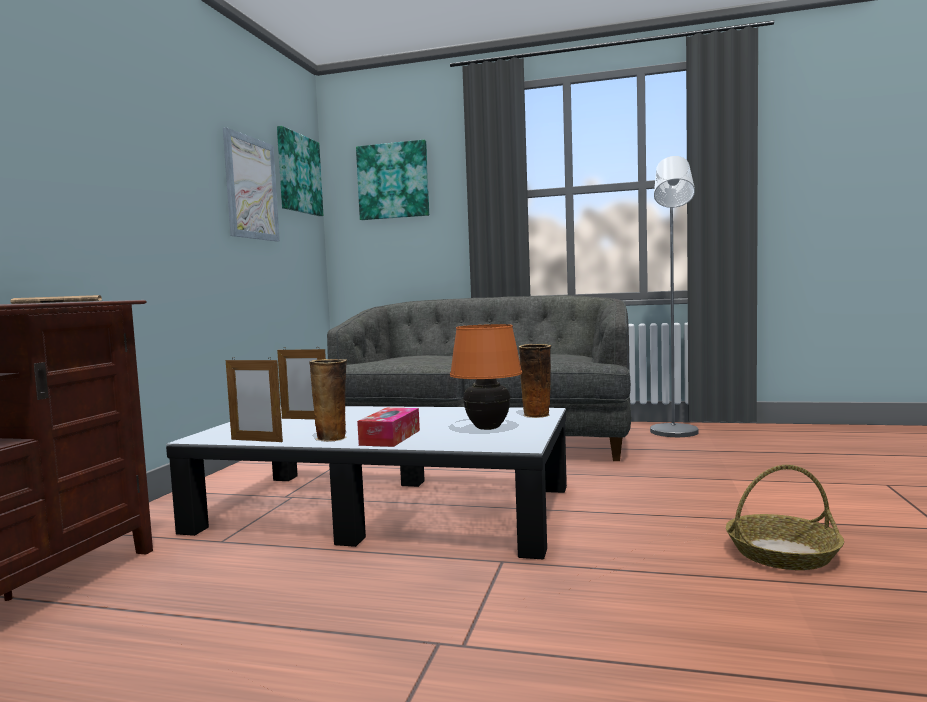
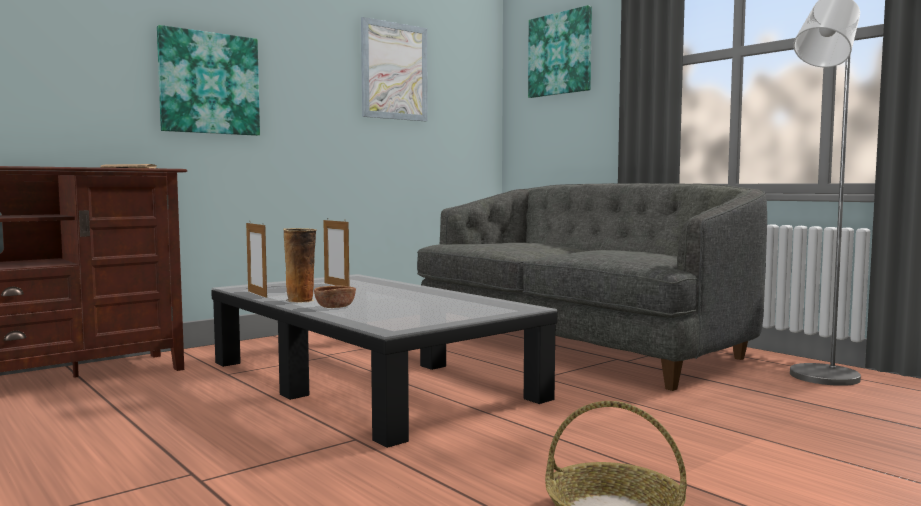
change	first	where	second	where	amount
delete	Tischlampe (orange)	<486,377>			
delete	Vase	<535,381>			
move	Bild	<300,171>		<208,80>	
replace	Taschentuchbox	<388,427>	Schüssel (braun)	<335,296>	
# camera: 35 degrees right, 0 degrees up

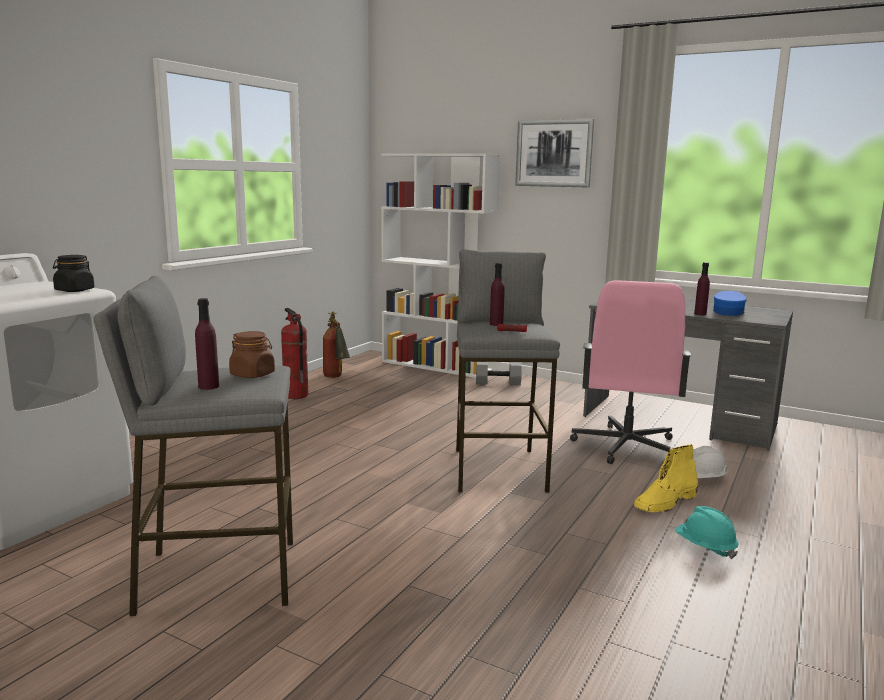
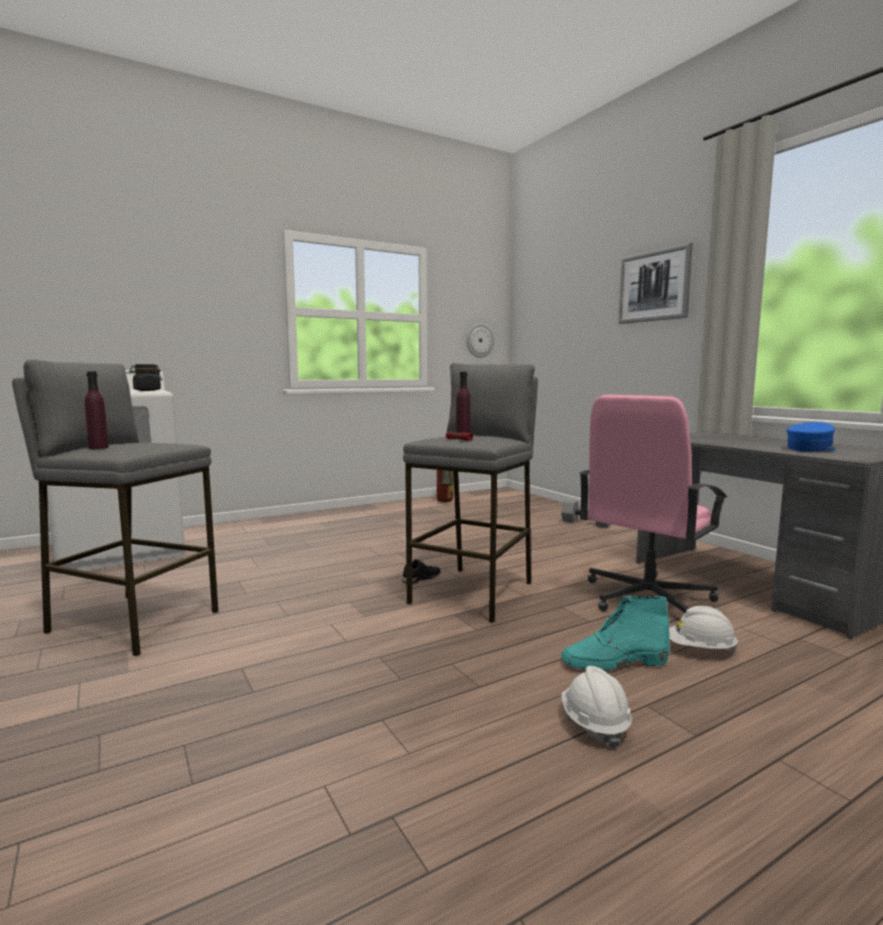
change	first	where	second	where	amount
delete	Vorratsglas (braun)	<252,354>			
delete	Feuerlöscher	<294,353>			
delete	Bücherregal (weiß)	<441,265>			
delete	Flasche (lila)	<702,288>			
insert			Schuh (schwarz)	<421,571>	
insert			Wanduhr	<480,340>	
recolor	Stiefel (gelb)	<666,479>	Stiefel (türkis)	<615,634>	
recolor	Schutzhelm (türkis)	<707,532>	Schutzhelm (weiß)	<597,707>	
# camera: 30 degrees right, 5 degrees down

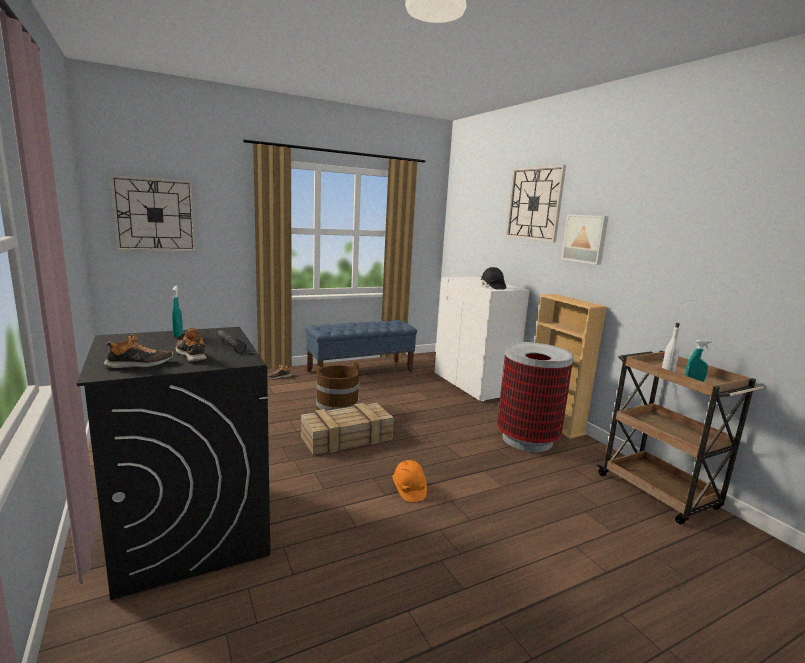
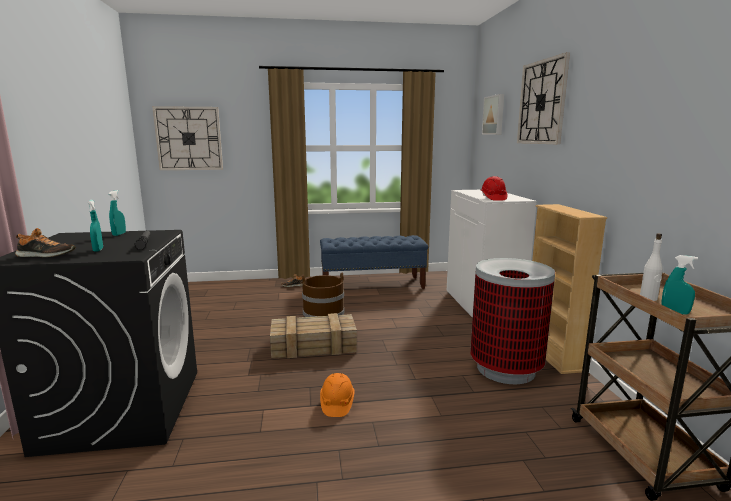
change	first	where	second	where	amount
move	Bild	<585,239>		<493,114>	
replace	Schuh	<191,344>	Sprühflasche (türkis)	<95,226>	
recolor	Schutzhelm (schwarz)	<493,278>	Schutzhelm (rot)	<494,188>	
# camera: 20 degrees right, 0 degrees up

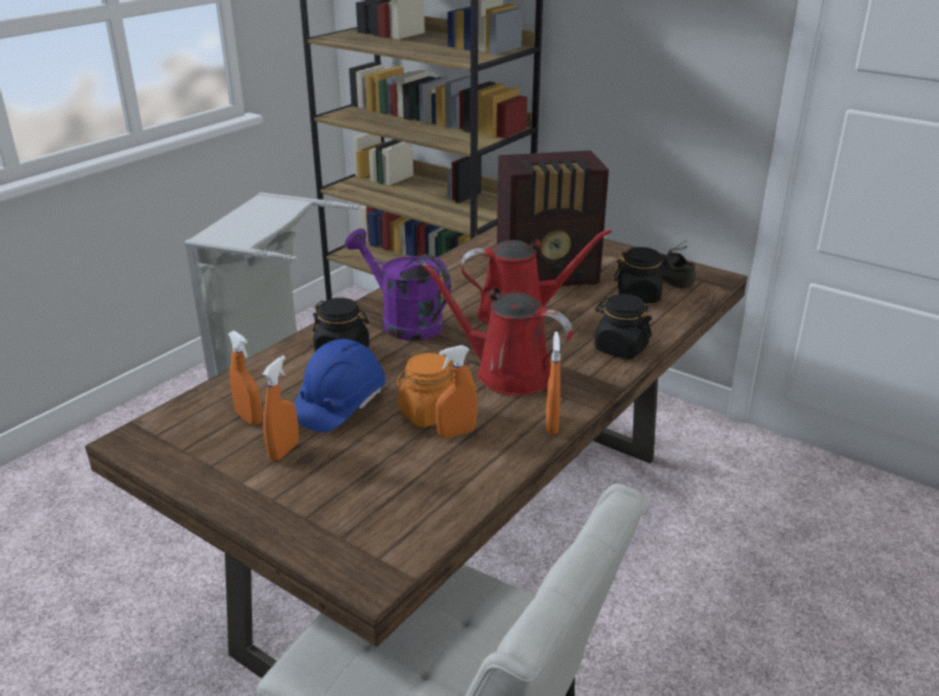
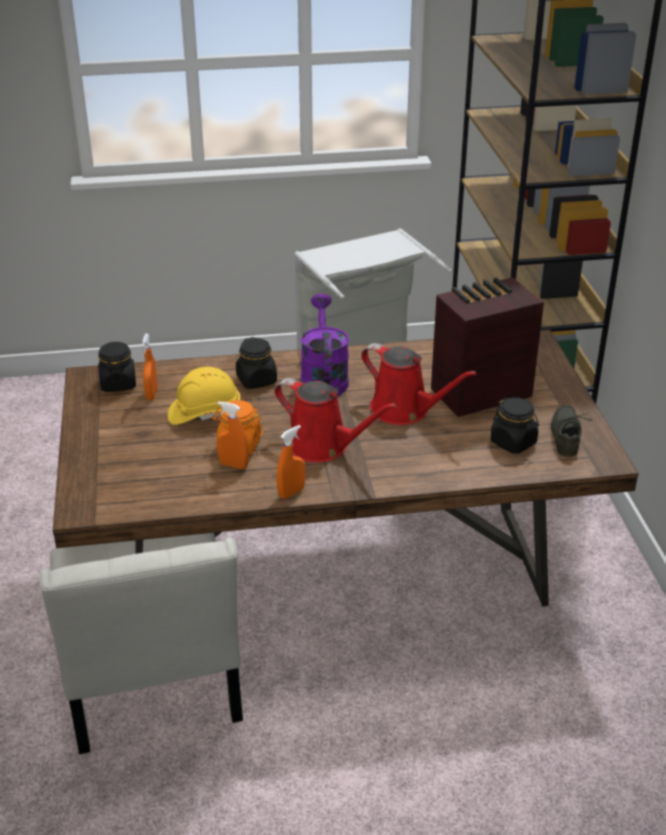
change	first	where	second	where	amount
delete	Sprühflasche (orange)	<280,408>			
move	Vorratsglas (schwarz)	<623,326>		<117,367>	
recolor	Schutzhelm (blau)	<339,385>	Schutzhelm (gelb)	<204,396>	
rotate	Gießkanne (rot)	<497,329>		<335,420>	135 degrees clockwise
rotate	Radio	<553,218>		<487,347>	120 degrees clockwise
# camera: 45 degrees right, 5 degrees up

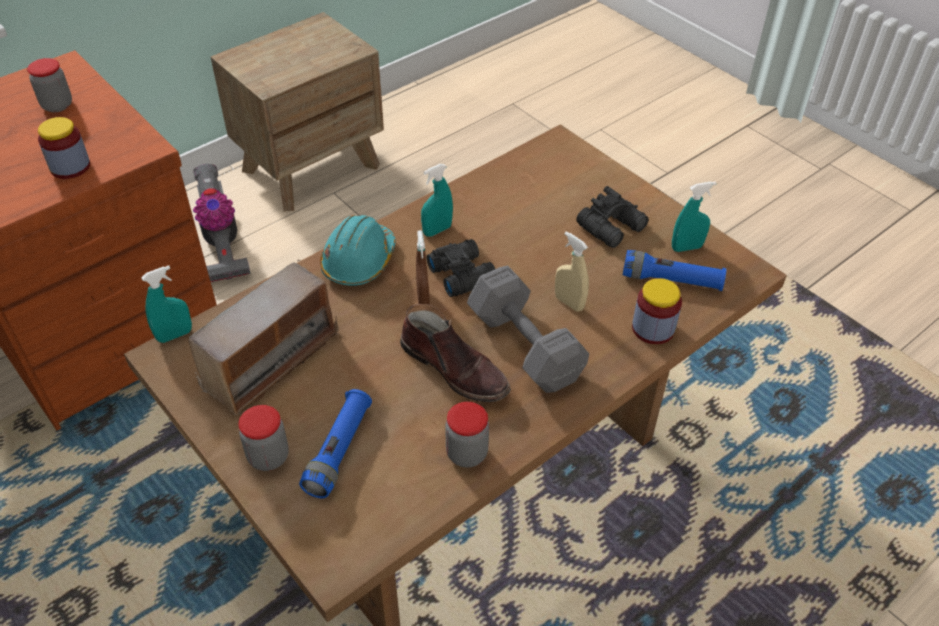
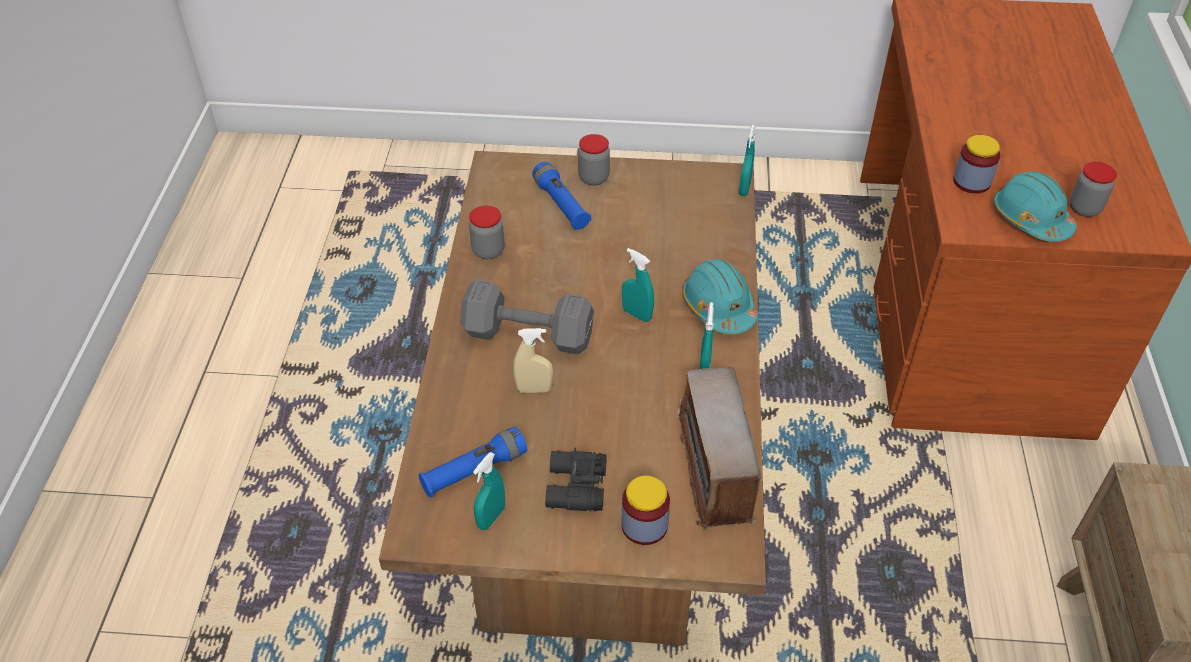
change	first	where	second	where	amount
delete	Staubsauger	<222,223>			
delete	Stiefel (braun)	<455,353>			
delete	Fernglas (schwarz)	<460,268>			
insert			Schutzhelm (türkis)	<1035,206>	
move	Radio	<264,337>		<719,449>	
move	Vorratsglas	<657,311>		<645,510>	
recolor	Sprühflasche (braun)	<423,267>	Sprühflasche (türkis)	<638,285>	
# camera: 135 degrees right, 0 degrees up

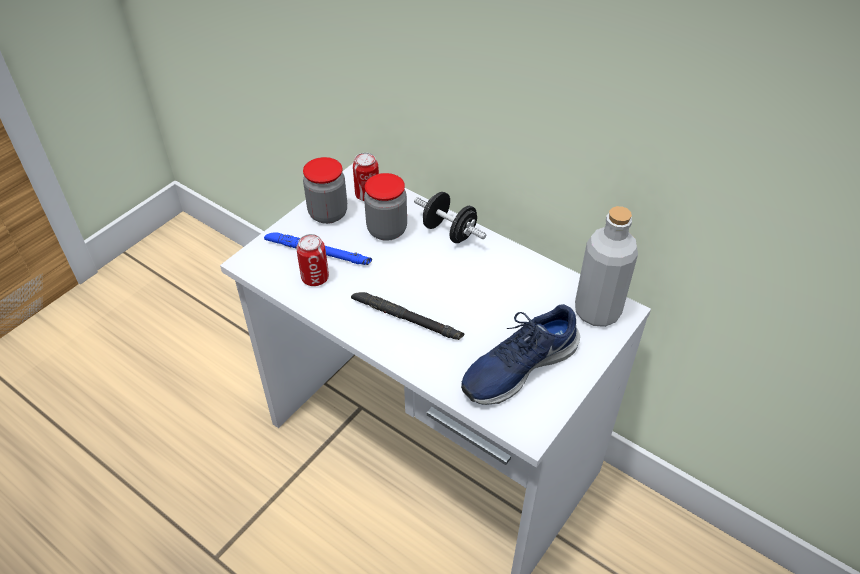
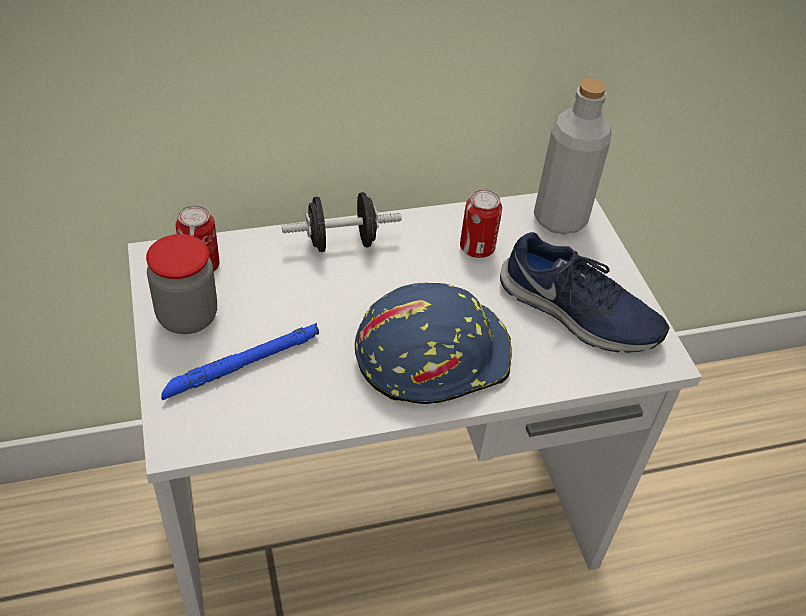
change	first	where	second	where	amount
delete	Vorratsglas	<385,207>			
move	Dose	<312,260>		<481,223>	
replace	Taschenlampe (schwarz)	<407,316>	Schutzhelm (blau)	<433,343>	
rotate	Schuh (blau)	<520,354>		<585,292>	60 degrees counterclockwise
# camera: 55 degrees left, 0 degrees up

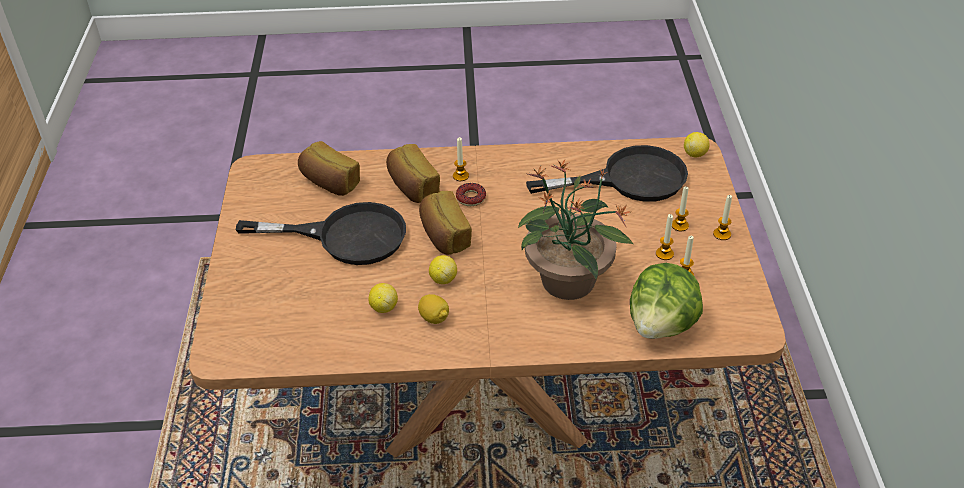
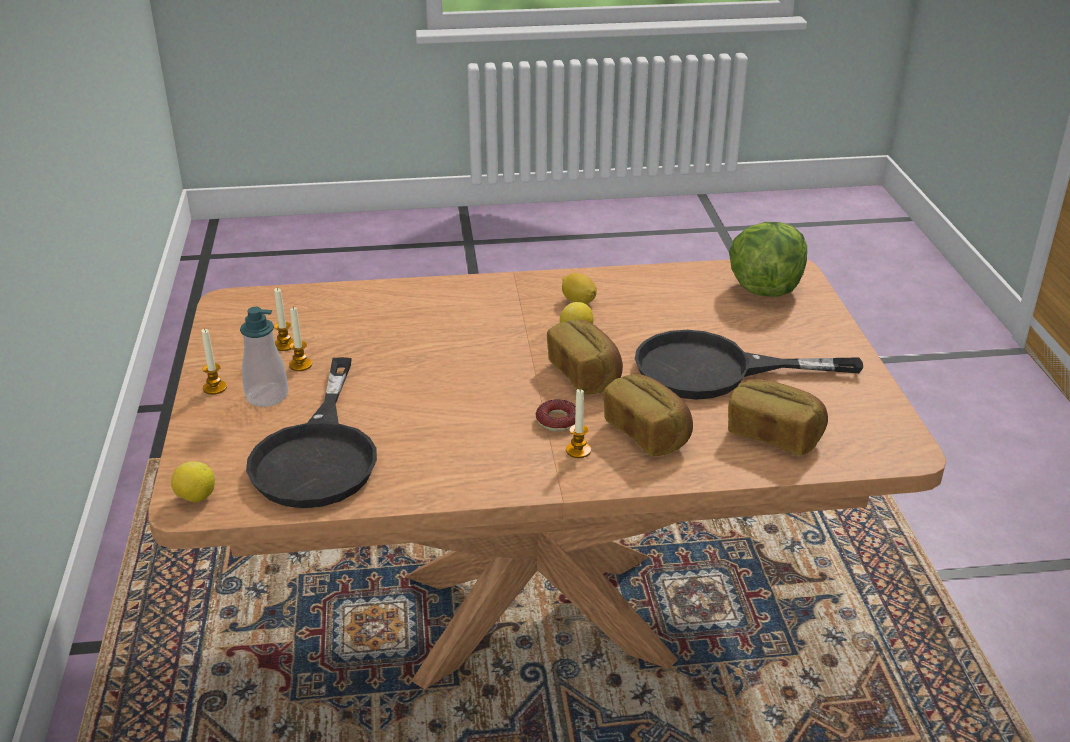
change	first	where	second	where	amount
delete	Zitrone	<383,298>			
delete	Topfpflanze	<575,230>			
move	Salatkopf	<666,301>		<768,259>	
replace	Kerze	<680,209>	Seifenspender	<264,357>	
rotate	Pfanne (schwarz)	<607,173>		<311,432>	75 degrees counterclockwise
# camera: 175 degrees right, 10 degrees down

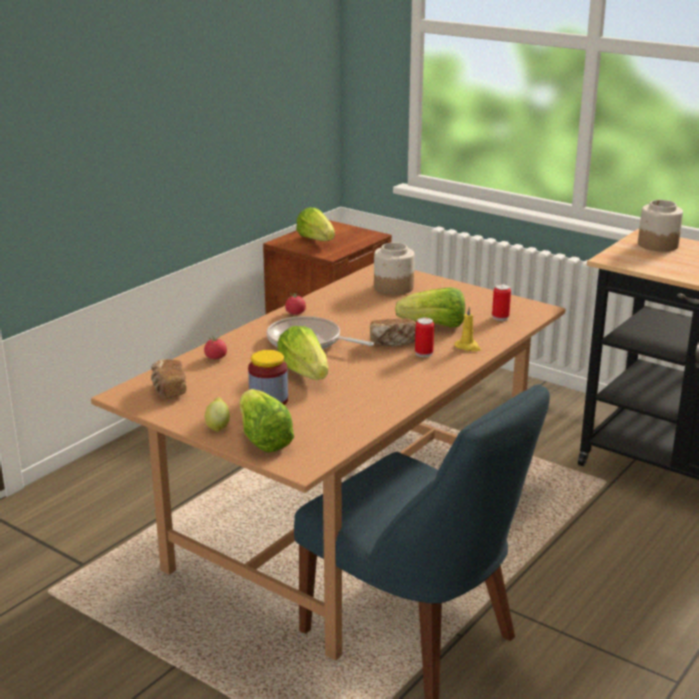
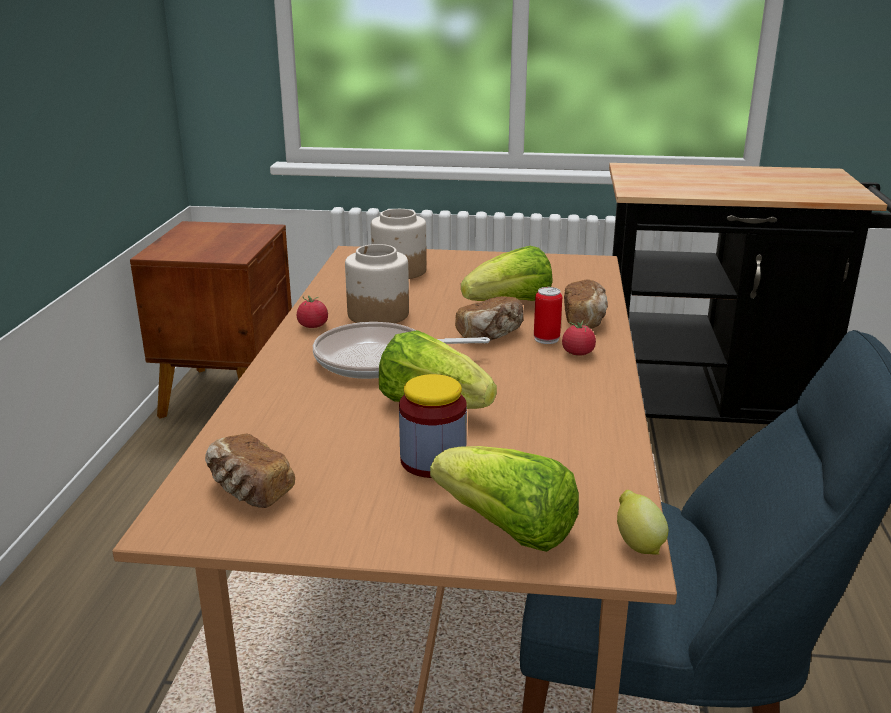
change	first	where	second	where	amount
delete	Salatkopf	<315,224>			
delete	Dose	<501,302>			
move	Tomate	<215,347>		<579,338>	
move	Zitrone	<217,414>		<642,522>	
move	Vorratsglas	<660,226>		<377,283>	
replace	Kerze (gelb)	<468,329>	Brot	<586,304>	
# camera: 30 degrees left, 0 degrees up

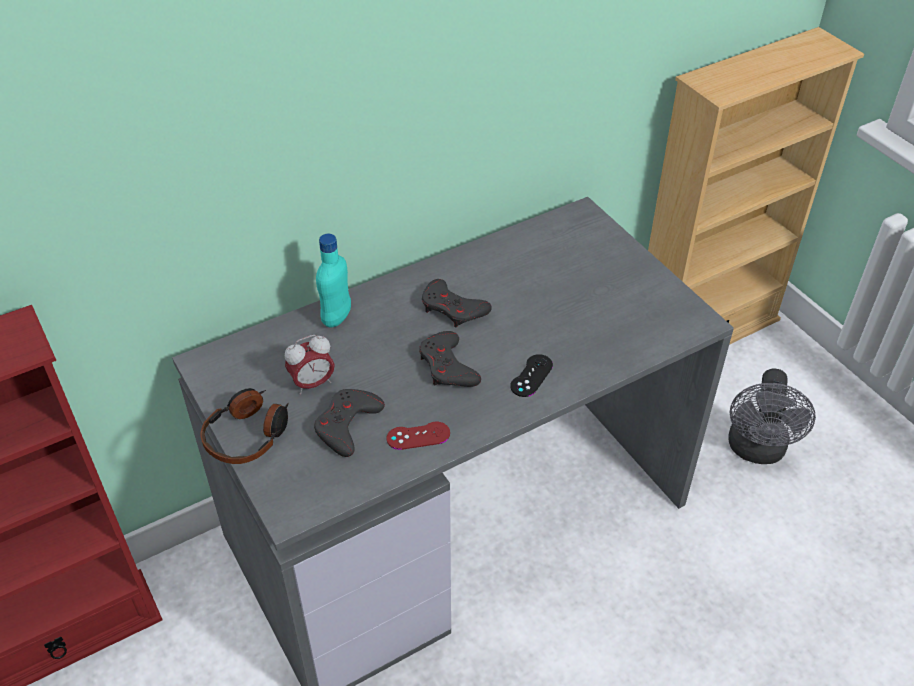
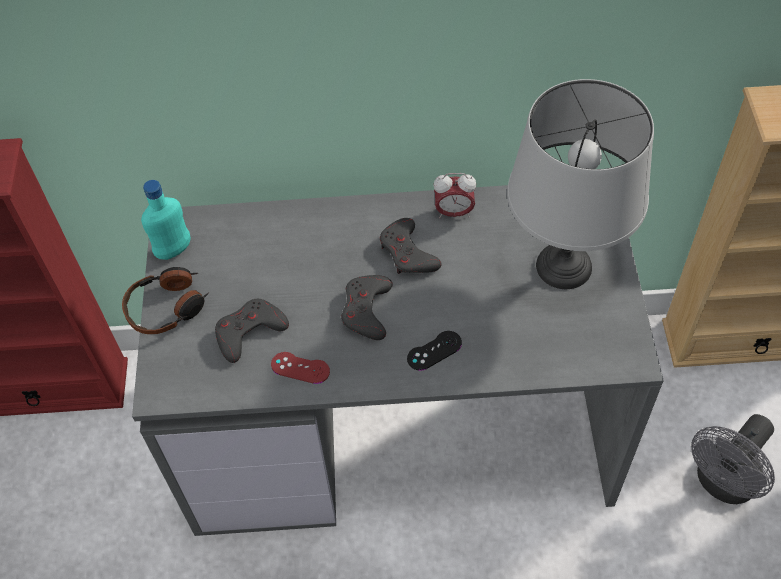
change	first	where	second	where	amount
insert			Tischlampe (grau)	<580,184>	
move	Wecker	<310,365>		<454,195>	
move	Flasche (türkis)	<333,281>		<166,220>	
# camera: 30 degrees right, 10 degrees up

